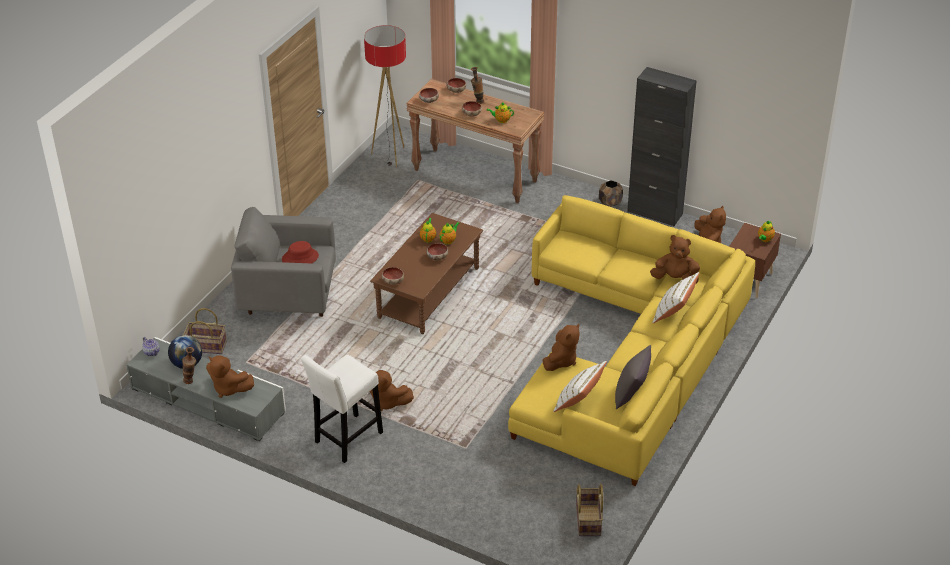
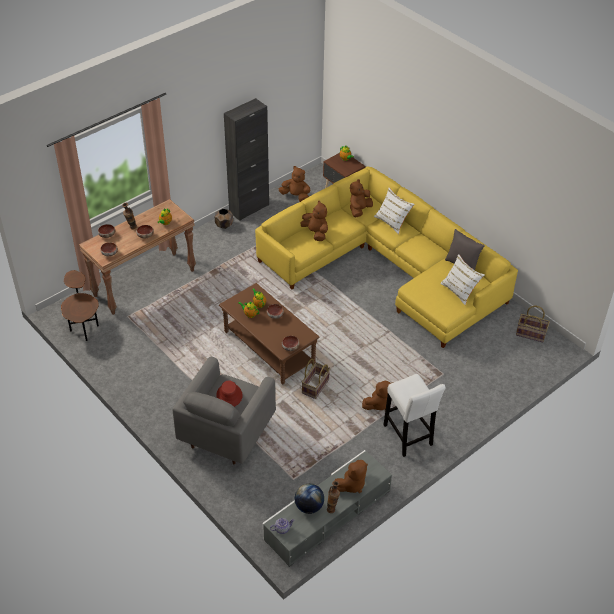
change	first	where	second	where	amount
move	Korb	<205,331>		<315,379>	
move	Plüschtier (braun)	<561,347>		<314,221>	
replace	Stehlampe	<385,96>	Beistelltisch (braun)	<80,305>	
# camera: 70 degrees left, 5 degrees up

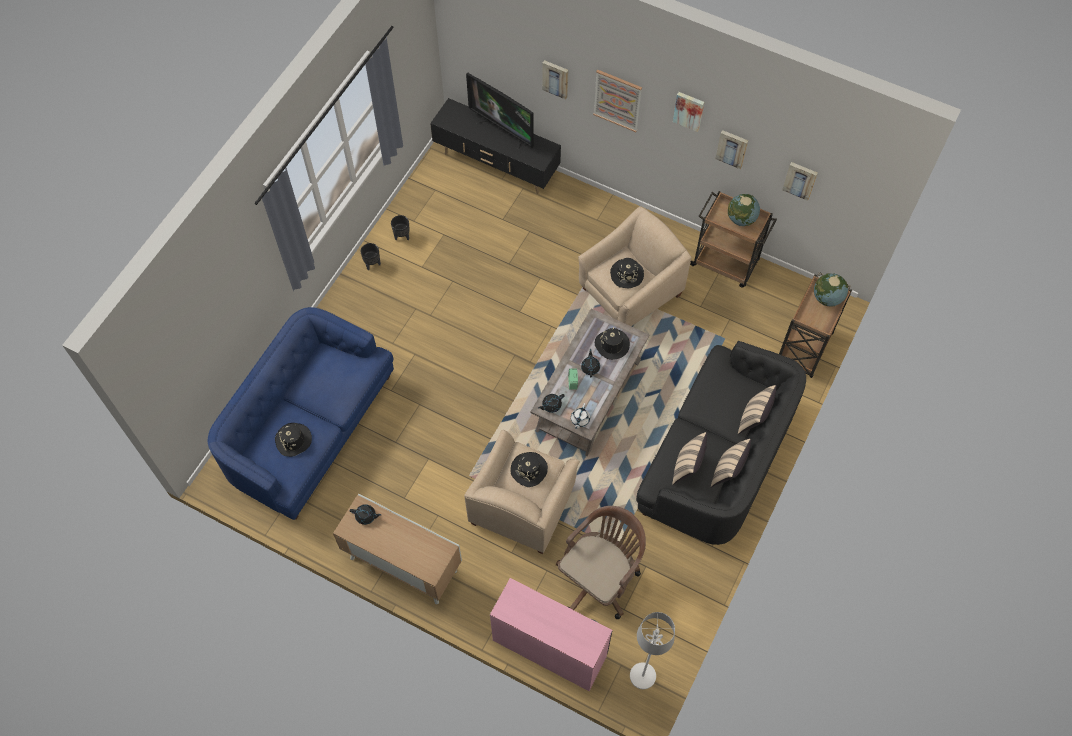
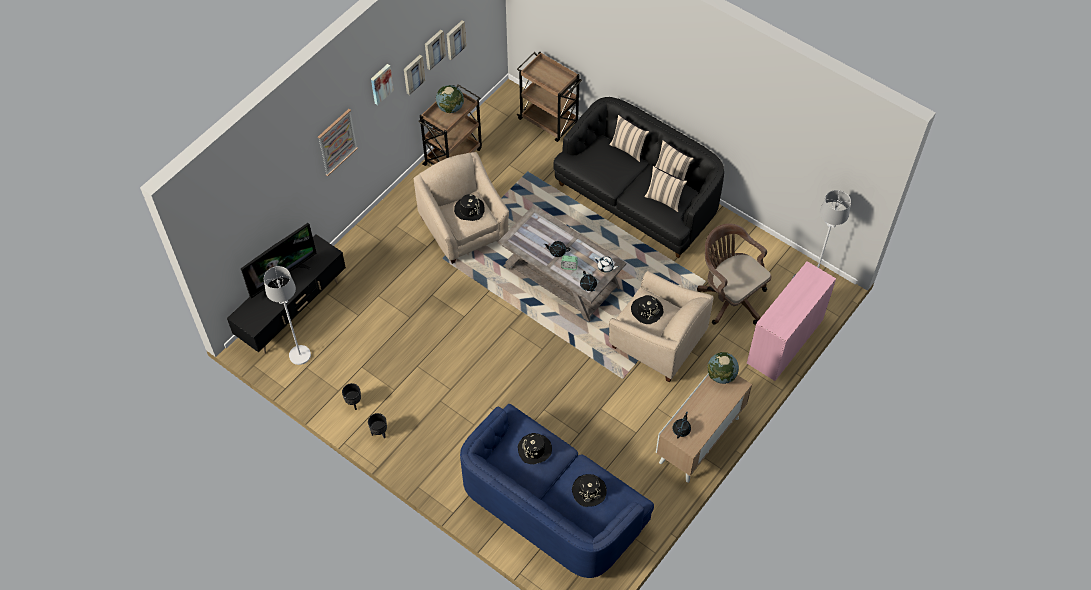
change	first	where	second	where	amount
insert			Stehlampe (weiß)	<287,315>	
move	Bild	<555,80>		<435,50>	
move	Hut (schwarz)	<612,343>		<535,448>	
move	Globus	<831,289>		<723,368>	
# camera: 80 degrees left, 5 degrees down

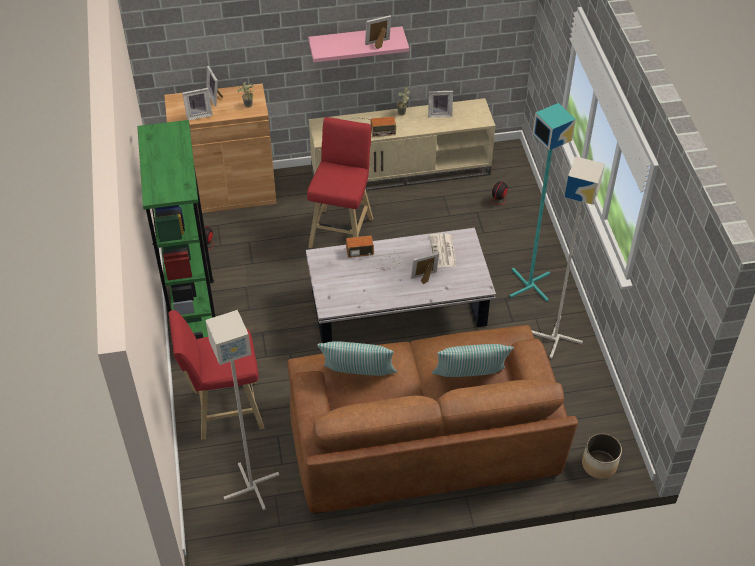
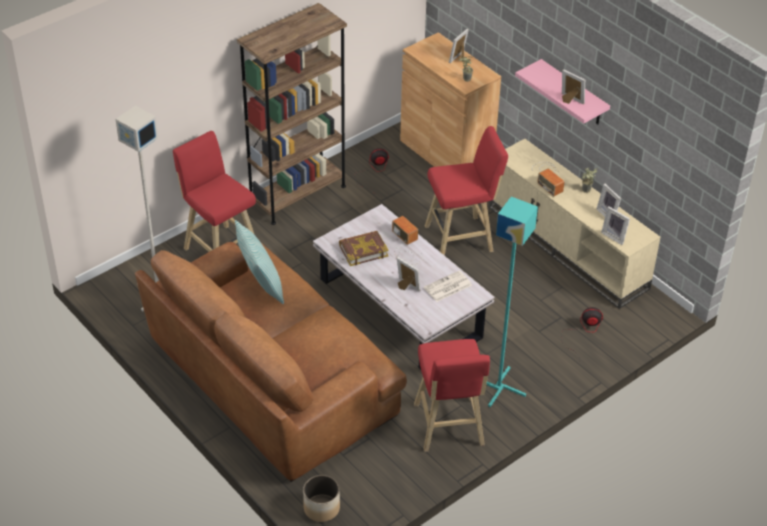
change	first	where	second	where	amount
delete	Kissen	<473,360>			
insert			Buch	<364,248>	
move	Bilderrahmen	<197,104>		<615,225>	
replace	Stehlampe (grau)	<568,258>	Hocker (rot)	<452,395>	
recolor	Bücherregal (grün)	<176,229>	Bücherregal (braun)	<292,114>	
# camera: 60 degrees right, 5 degrees down

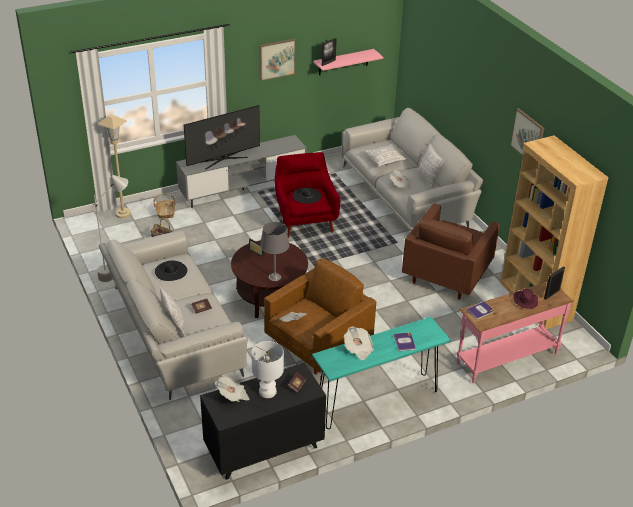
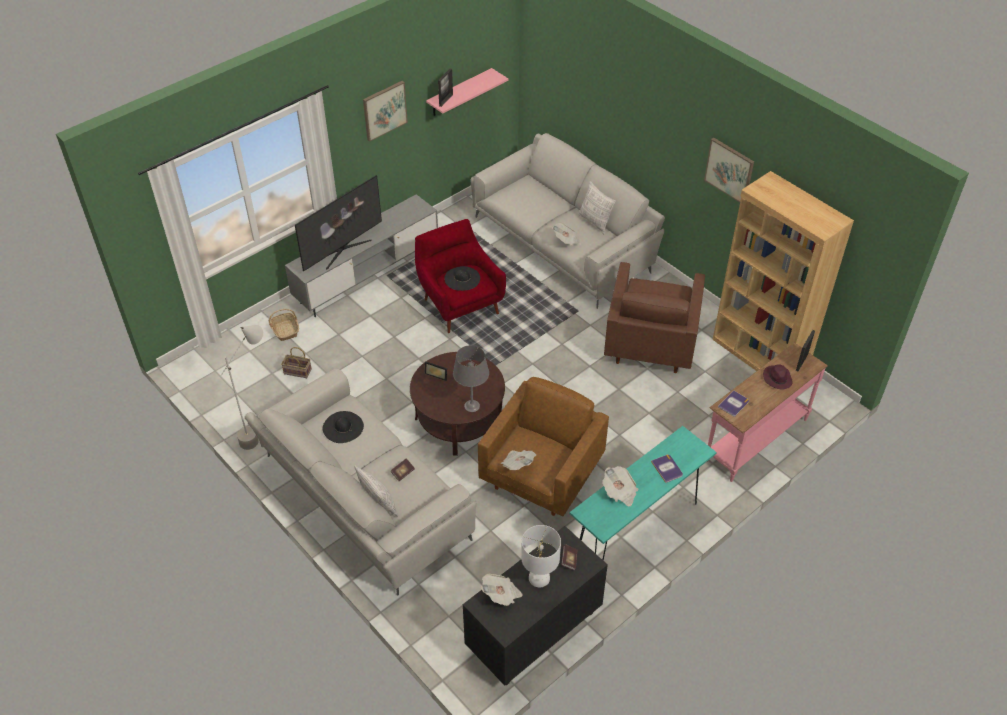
change	first	where	second	where	amount
delete	Stehlampe (beige)	<114,166>			
delete	Kissen	<386,155>			
# camera: 15 degrees left, 10 degrees up

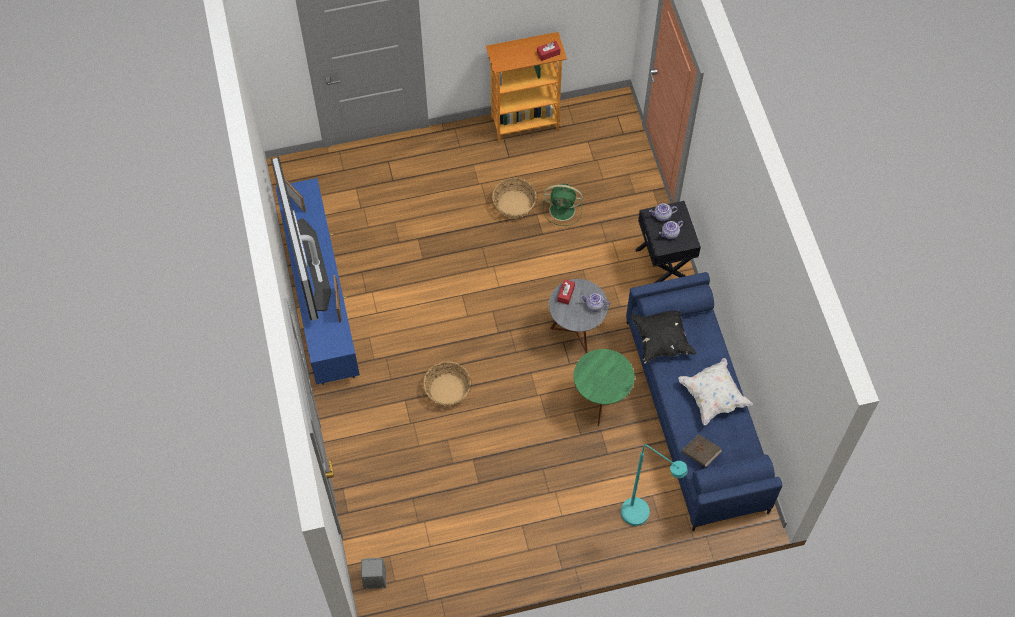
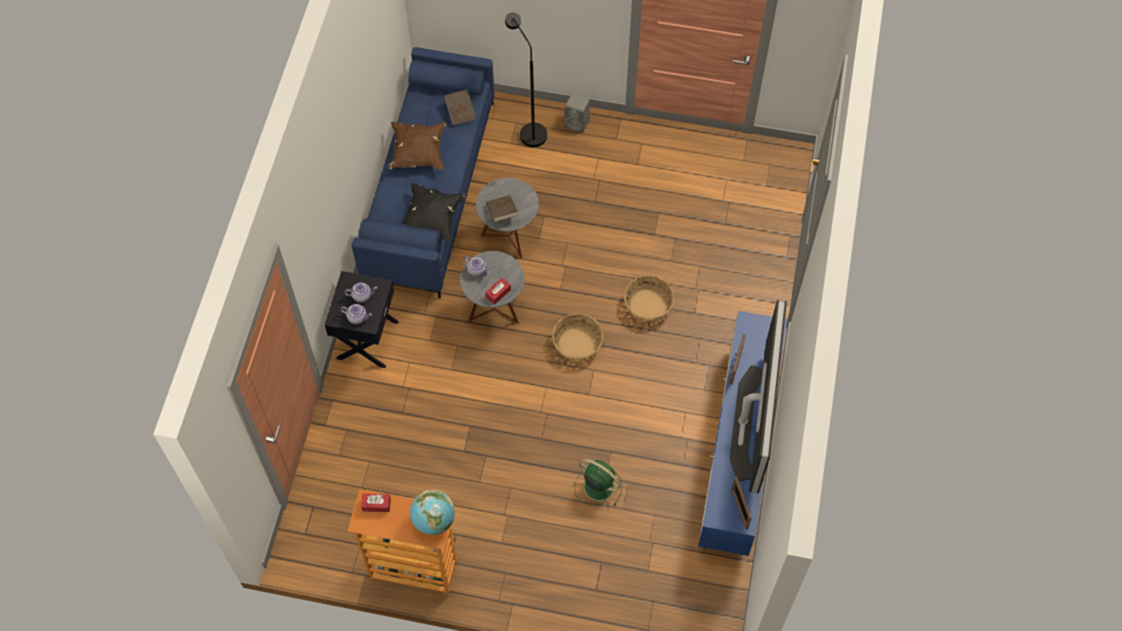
change	first	where	second	where	amount
insert			Globus	<432,512>	
insert			Buch (braun)	<502,208>	
move	Lautsprecher (grau)	<373,573>		<577,113>	
move	Korb	<514,198>		<577,337>	
move	Ventilator (grün)	<563,204>		<598,482>	
recolor	Beistelltisch (grün)	<604,387>	Beistelltisch (grau)	<507,218>	
recolor	Stehlampe (türkis)	<654,485>	Stehlampe (schwarz)	<526,80>	
recolor	Kissen (weiß)	<715,391>	Kissen (braun)	<417,146>	
# camera: 155 degrees left, 0 degrees up

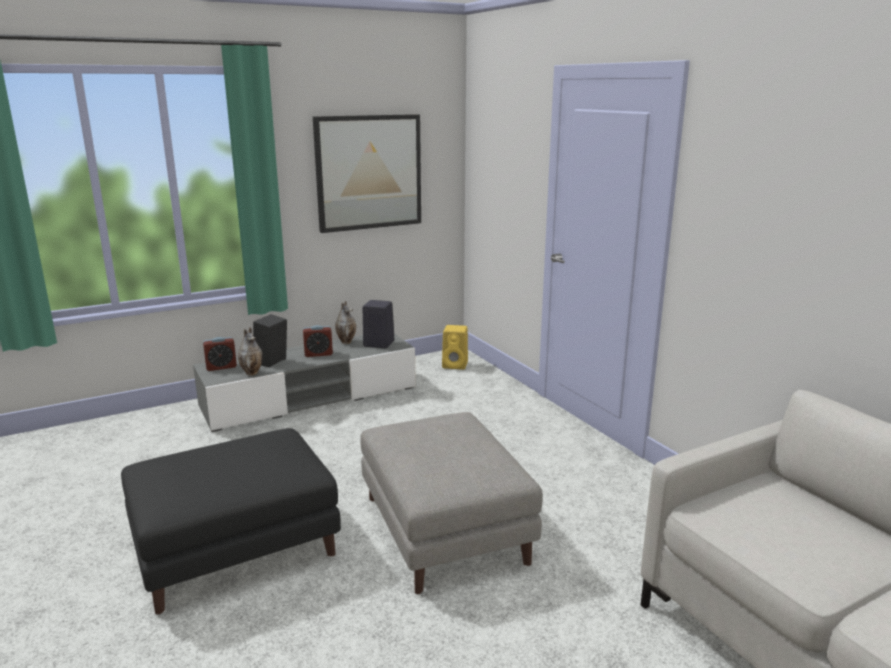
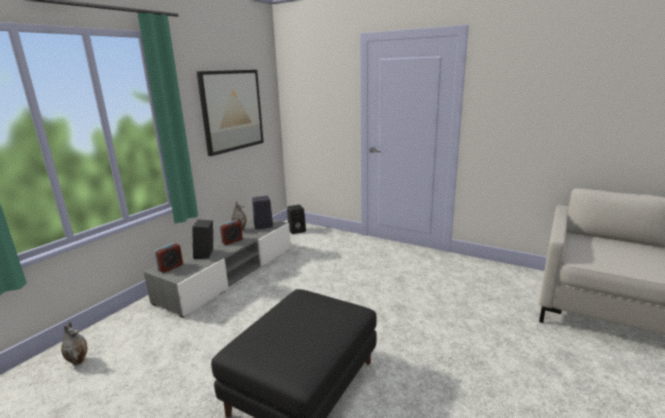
change	first	where	second	where	amount
delete	Polsterhocker (grau)	<451,503>			
move	Vase	<250,352>		<74,344>	
recolor	Lautsprecher (gelb)	<455,347>	Lautsprecher (schwarz)	<296,219>	
# camera: 30 degrees left, 0 degrees up

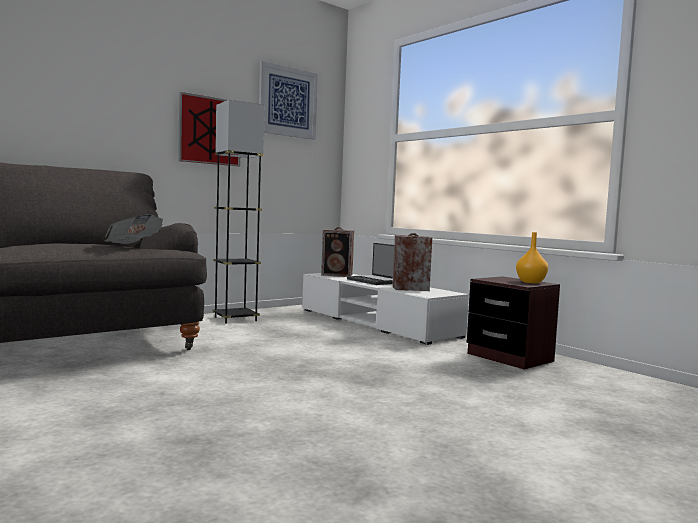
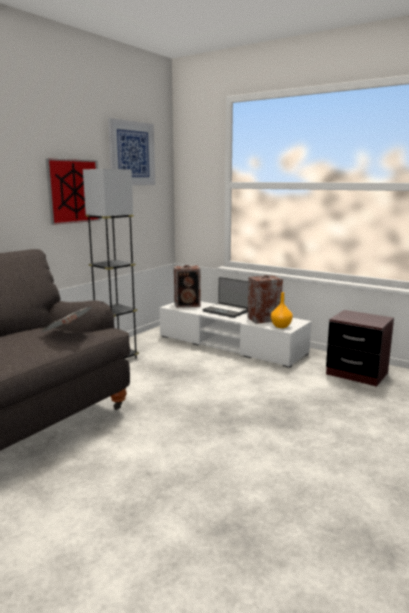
change	first	where	second	where	amount
move	Vase (orange)	<532,257>		<282,310>	
# camera: 15 degrees left, 10 degrees up

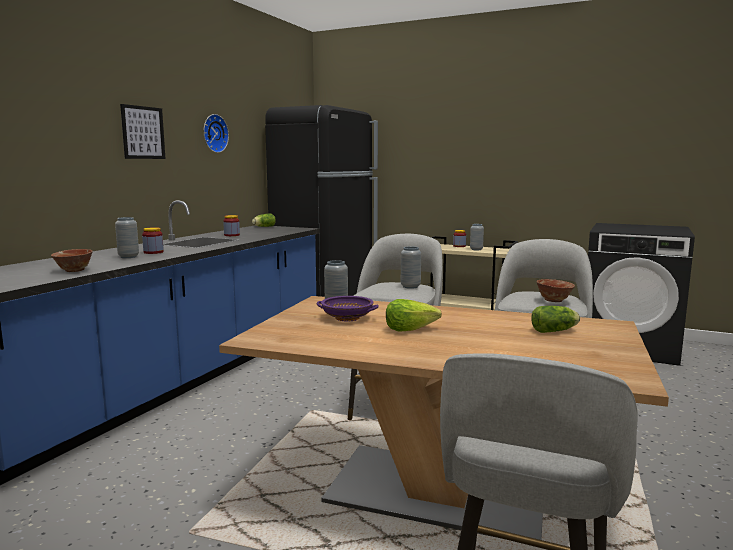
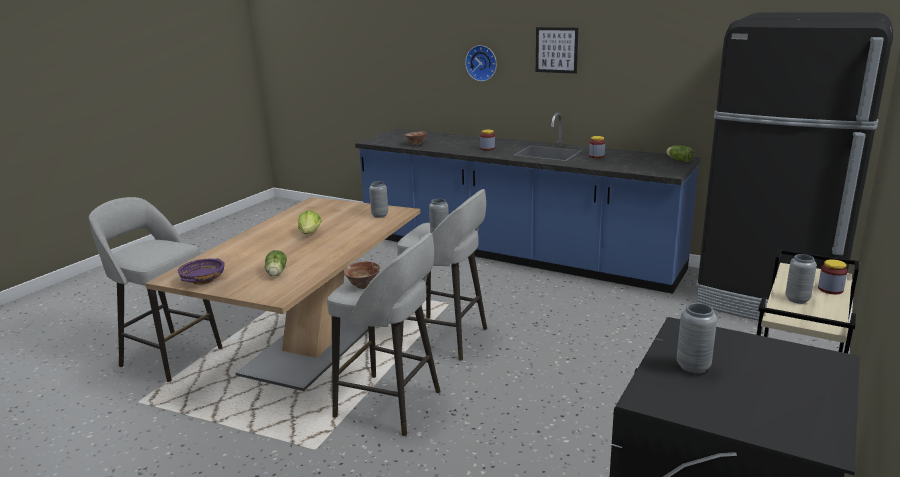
change	first	where	second	where	amount
move	Vase (grau)	<127,237>		<697,338>	
move	Wanduhr	<216,133>		<481,63>	
move	Schüssel (lila)	<348,308>		<201,272>	
# camera: 95 degrees right, 10 degrees up

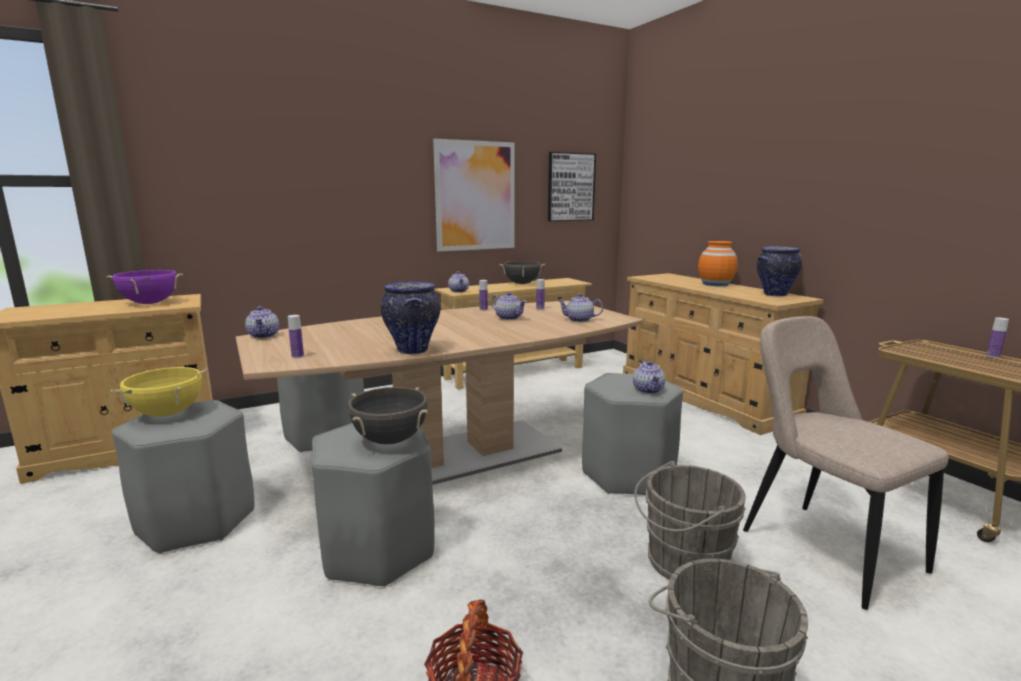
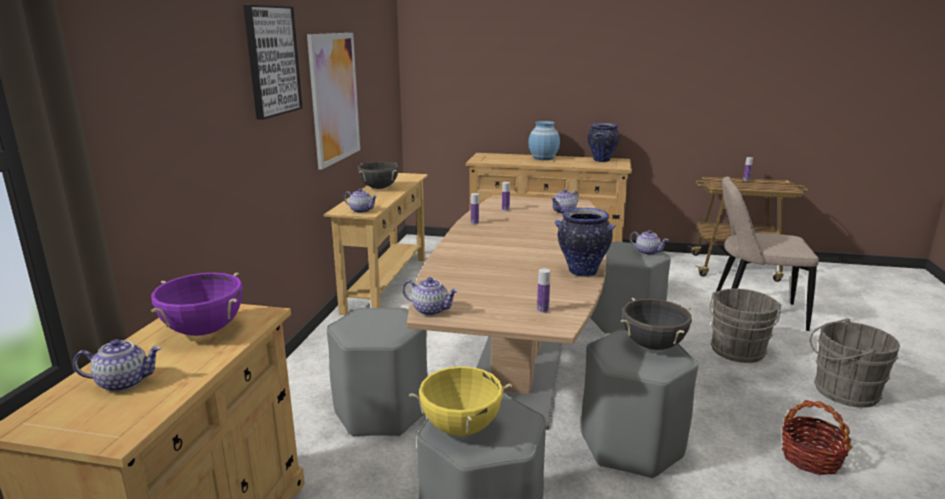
change	first	where	second	where	amount
move	Teekanne	<509,306>		<117,365>	
move	Bild	<572,186>		<273,62>	
recolor	Vase (orange)	<718,263>	Vase (blau)	<544,140>	
# camera: 50 degrees left, 5 degrees up

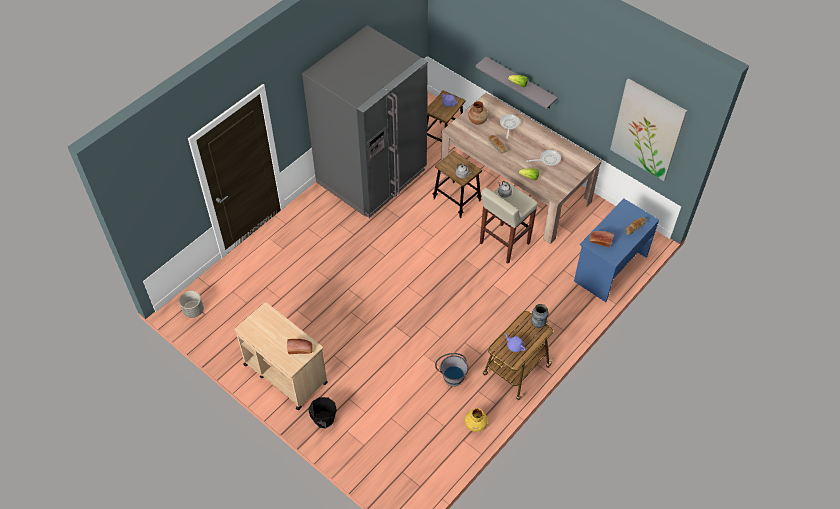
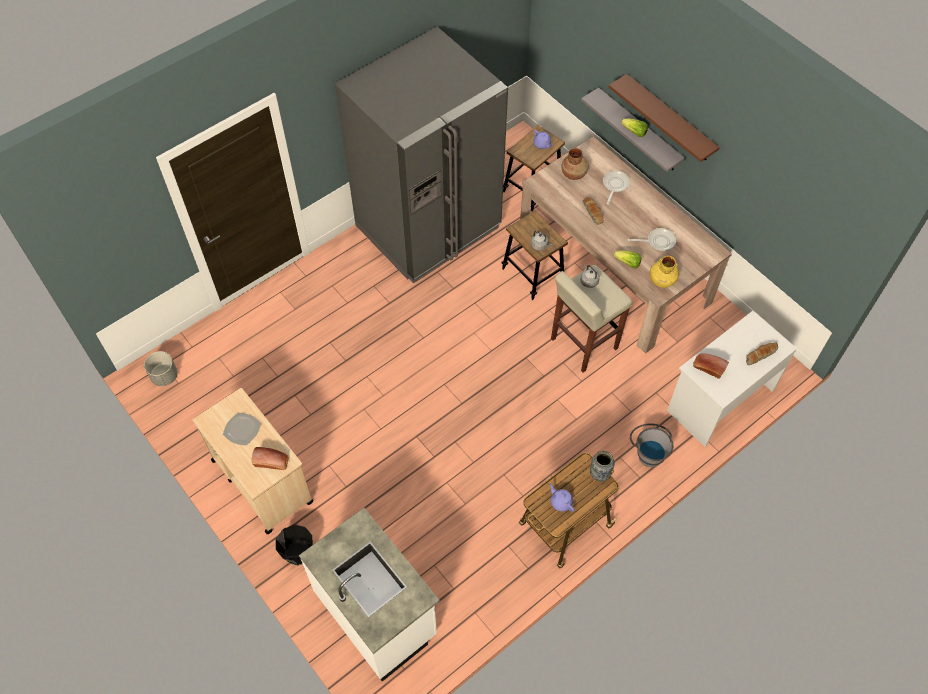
change	first	where	second	where	amount
delete	Bild	<648,129>			
insert			Teller	<242,429>	
insert			Küchenzeile (weiß)	<369,594>	
insert			Wandregal (braun)	<664,118>	
move	Eimer (grau)	<451,370>		<651,445>	
move	Vase (gelb)	<476,420>		<664,272>	
recolor	Schreibtisch (blau)	<616,250>	Schreibtisch (weiß)	<732,379>	
# camera: 10 degrees right, 5 degrees up

